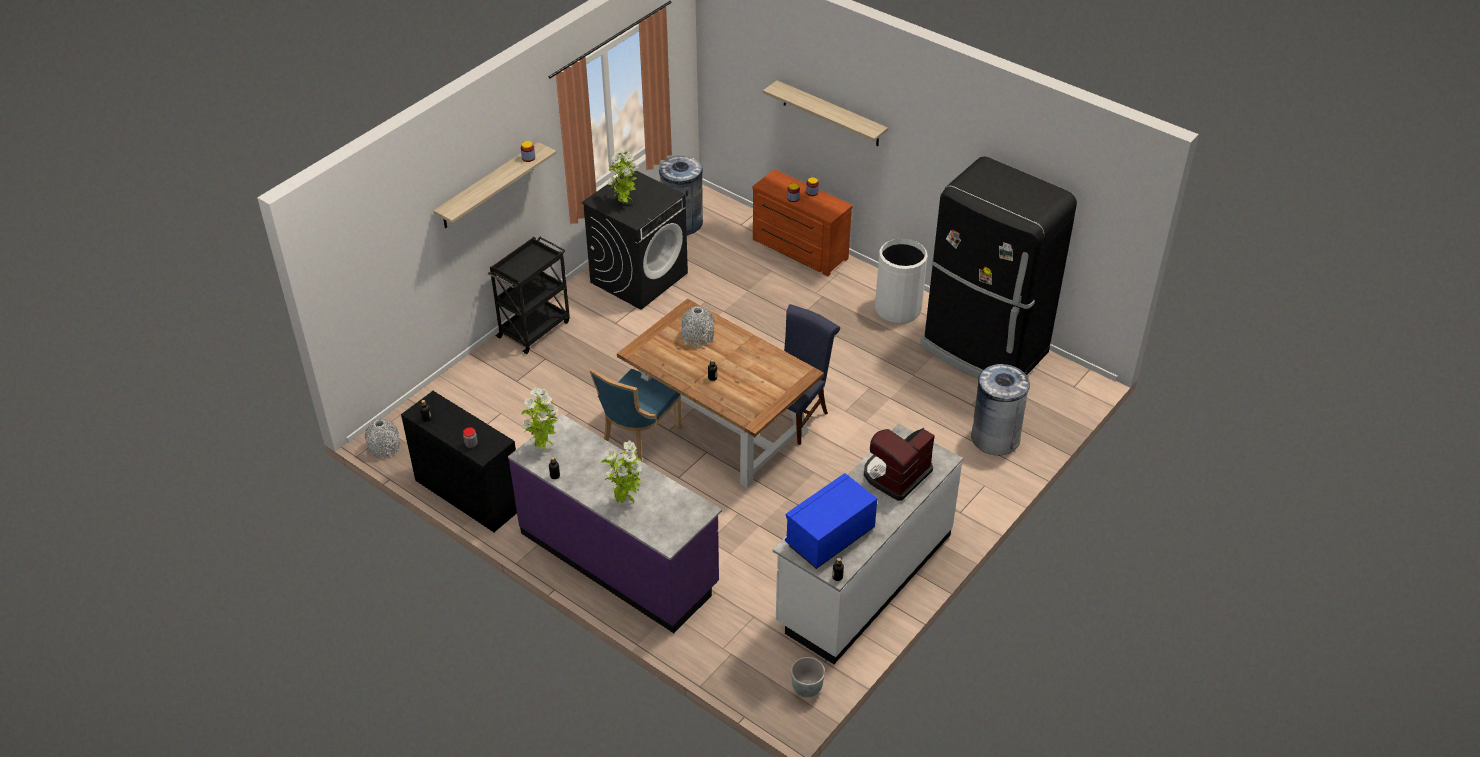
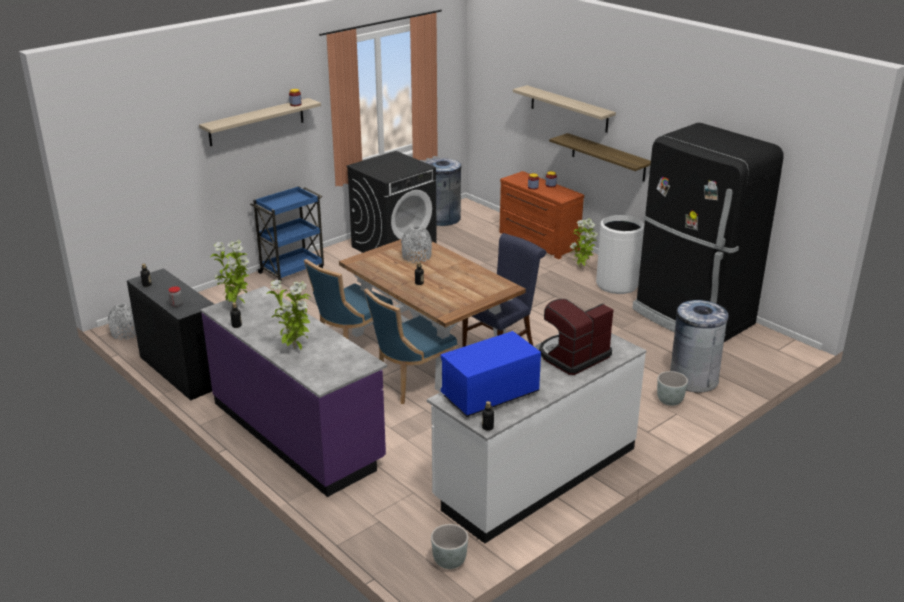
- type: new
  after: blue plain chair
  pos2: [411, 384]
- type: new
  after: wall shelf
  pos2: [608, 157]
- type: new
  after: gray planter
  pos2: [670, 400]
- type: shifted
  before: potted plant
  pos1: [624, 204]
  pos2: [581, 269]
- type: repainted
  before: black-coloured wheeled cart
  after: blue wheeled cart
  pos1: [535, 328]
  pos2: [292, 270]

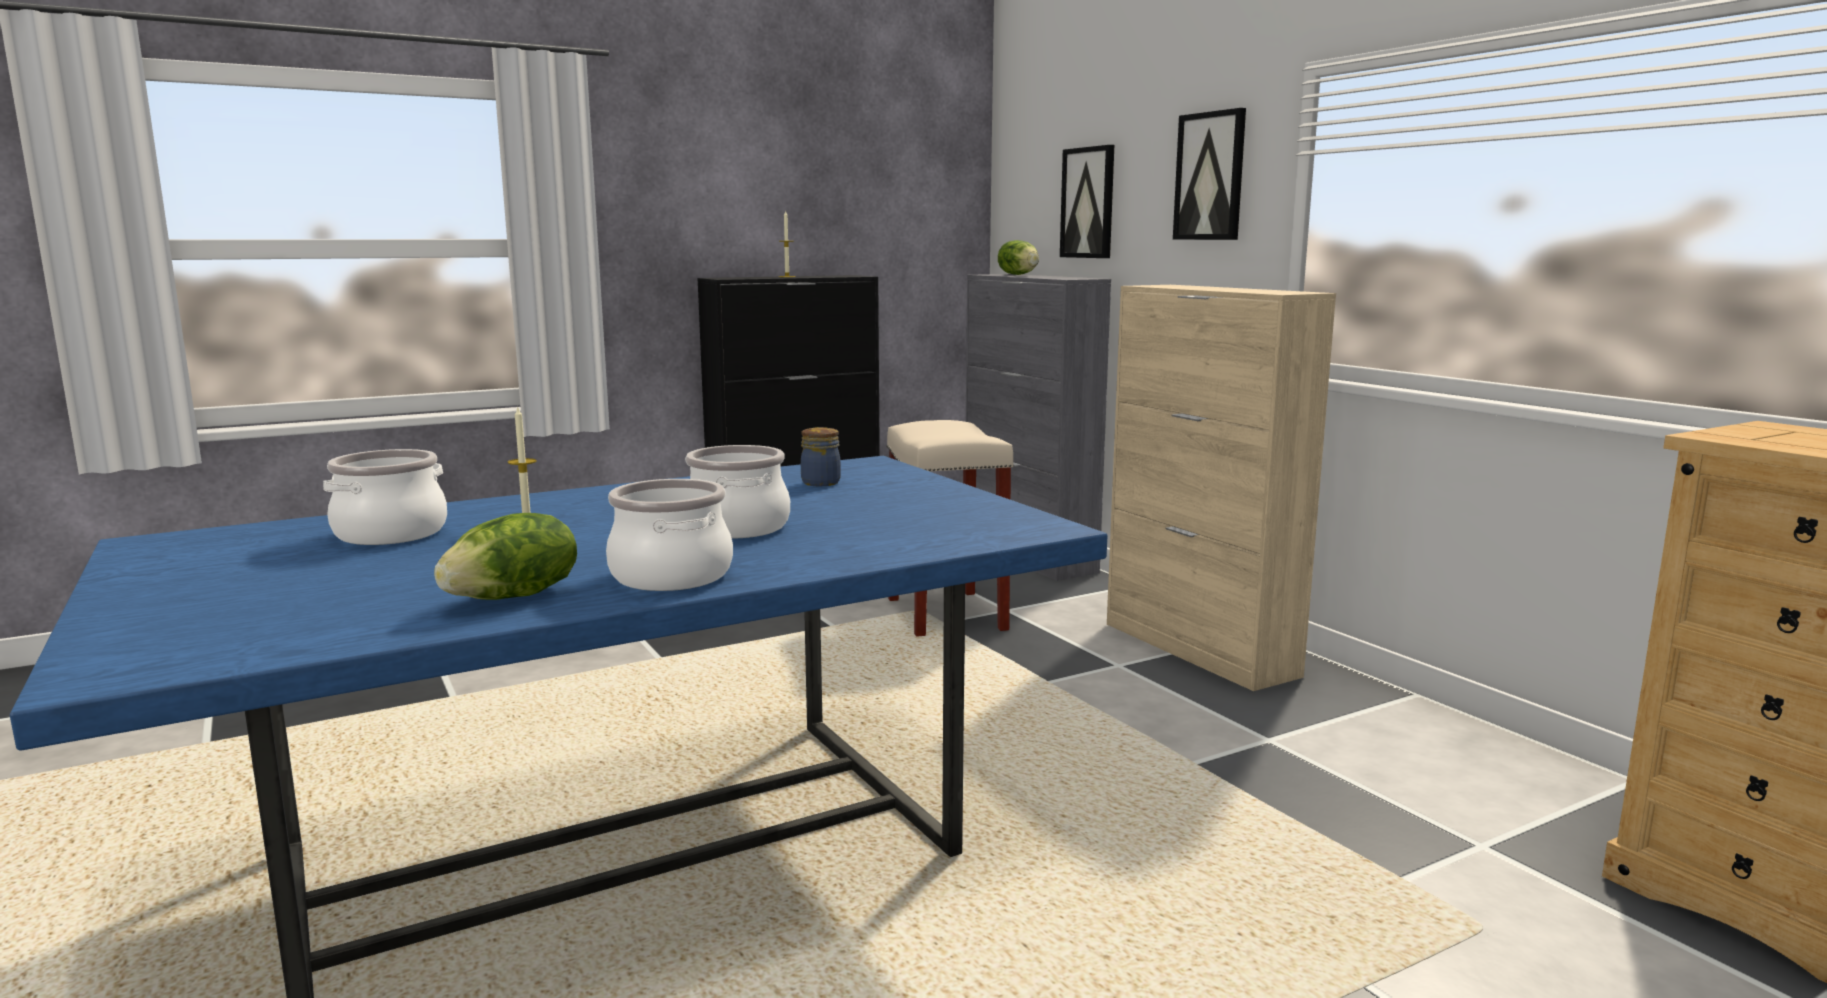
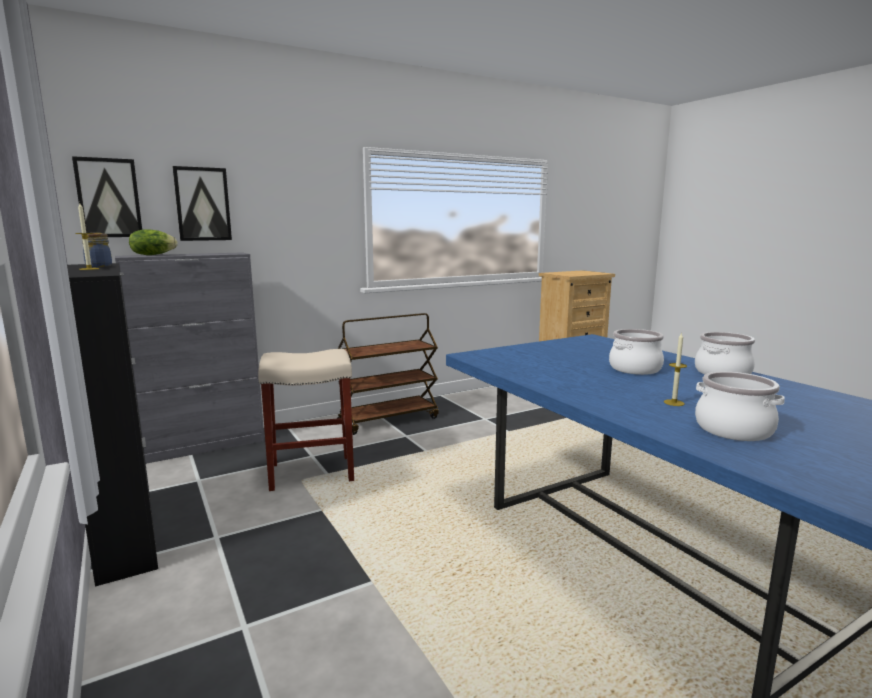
- type: gone
  before: head of lettuce
  pos1: [515, 597]
- type: shifted
  before: jar
  pos1: [821, 482]
  pos2: [98, 266]
- type: shifted
  before: wall art
  pos1: [1210, 176]
  pos2: [109, 198]
- type: swapped
  before: beige-coloured cabinet
  after: brownish wheeled cart
  pos1: [1199, 649]
  pos2: [389, 419]

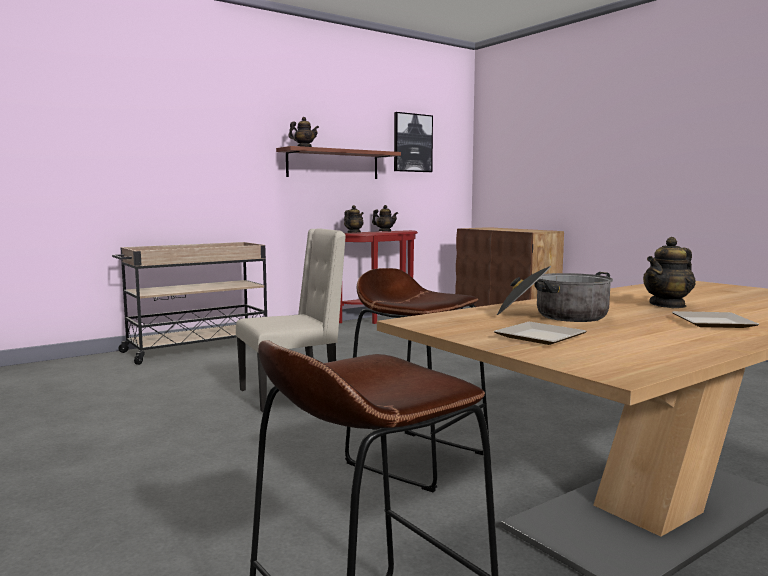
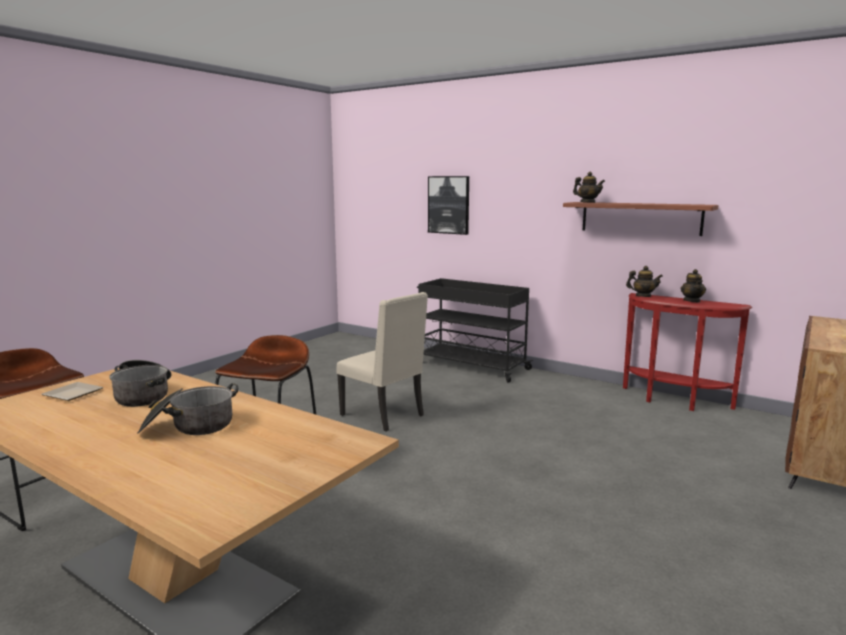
- type: gone
  before: flat dish
  pos1: [715, 324]
- type: shifted
  before: wall art
  pos1: [412, 143]
  pos2: [449, 205]
- type: swapped
  before: pot for tea
  after: saucepot
  pos1: [668, 305]
  pos2: [189, 427]
- type: repainted
  before: beige-coloured wheeled cart
  after: black-coloured wheeled cart
  pos1: [197, 348]
  pos2: [469, 366]

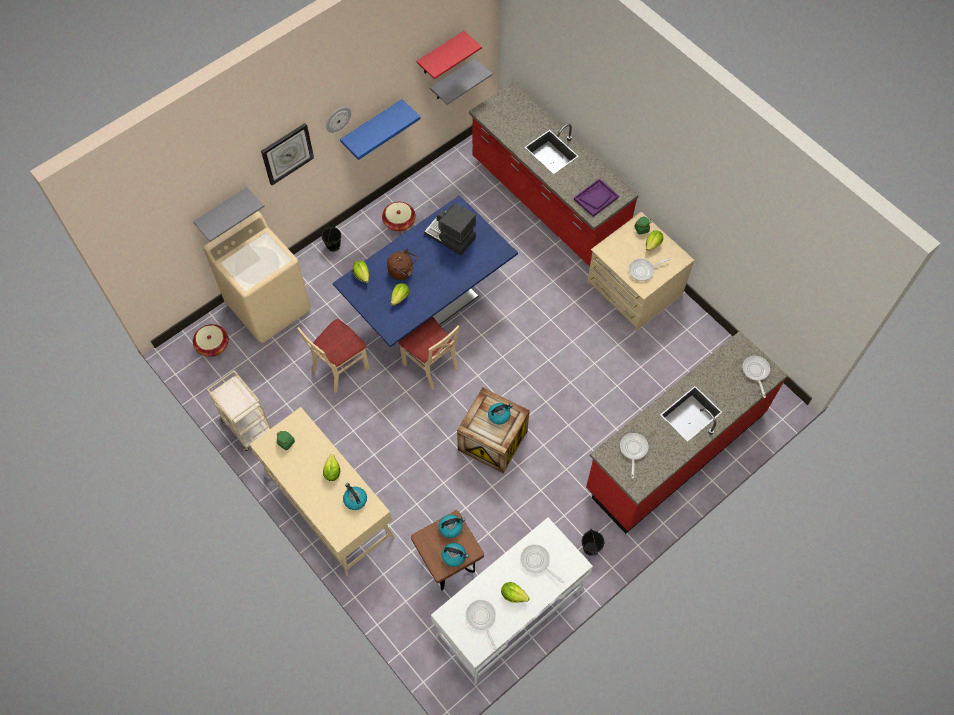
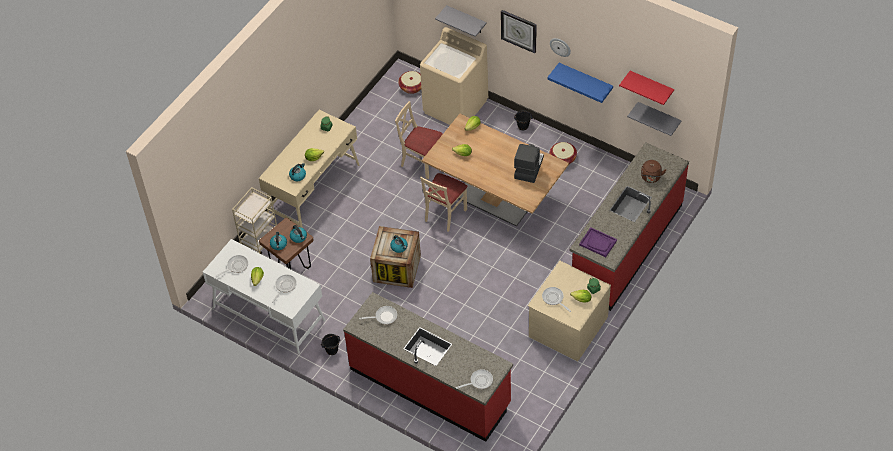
- type: shifted
  before: beige-coloured wheeled cart
  pos1: [248, 427]
  pos2: [260, 239]
- type: shifted
  before: brownish kettle
  pos1: [402, 271]
  pos2: [651, 178]
- type: repainted
  before: blue kitchen table
  after: brownish kitchen table
  pos1: [429, 305]
  pos2: [495, 198]

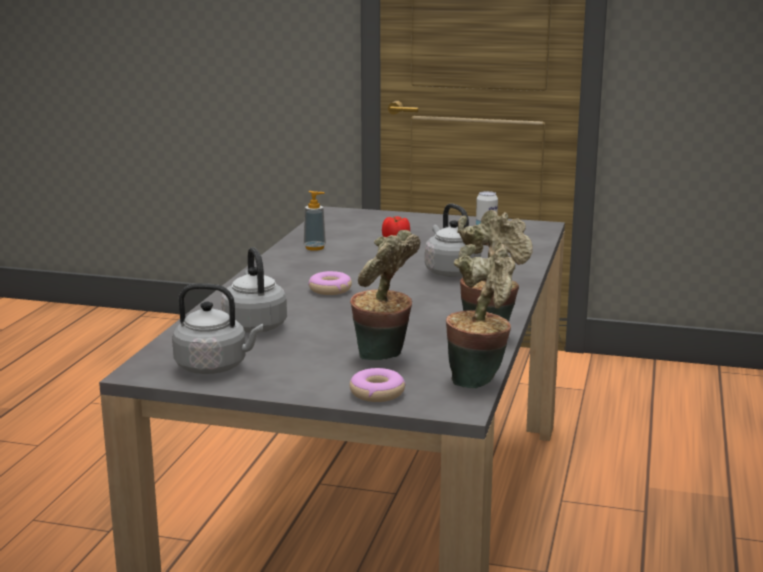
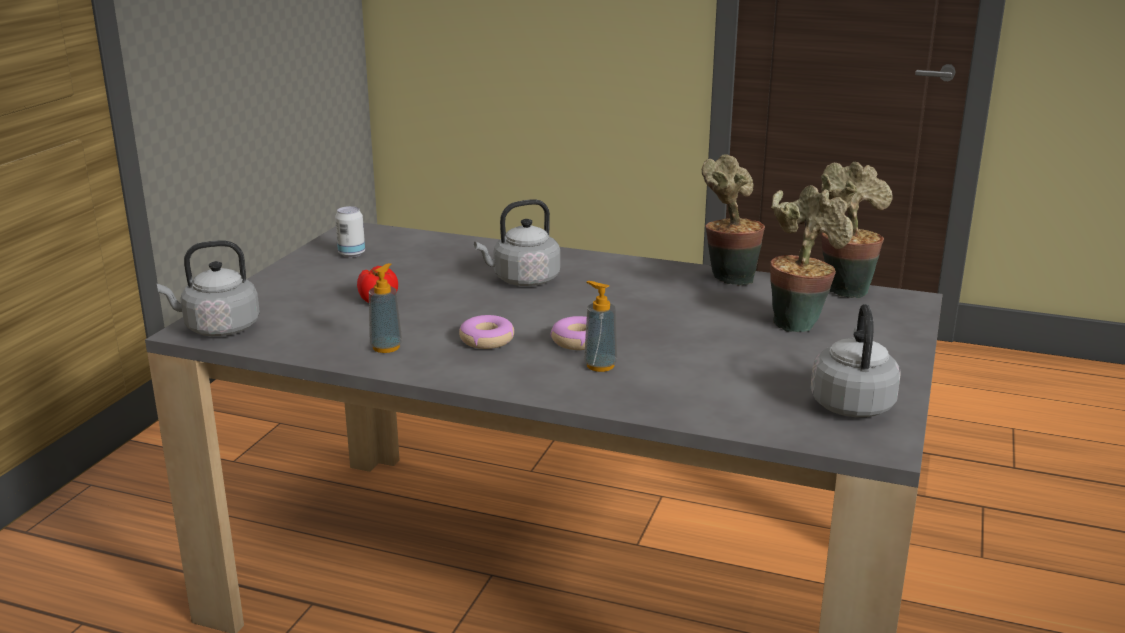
- type: new
  after: liquid soap bottle
  pos2: [600, 365]
- type: shifted
  before: gray kettle
  pos1: [254, 325]
  pos2: [218, 328]
- type: shifted
  before: doughnut
  pos1: [377, 393]
  pos2: [487, 340]

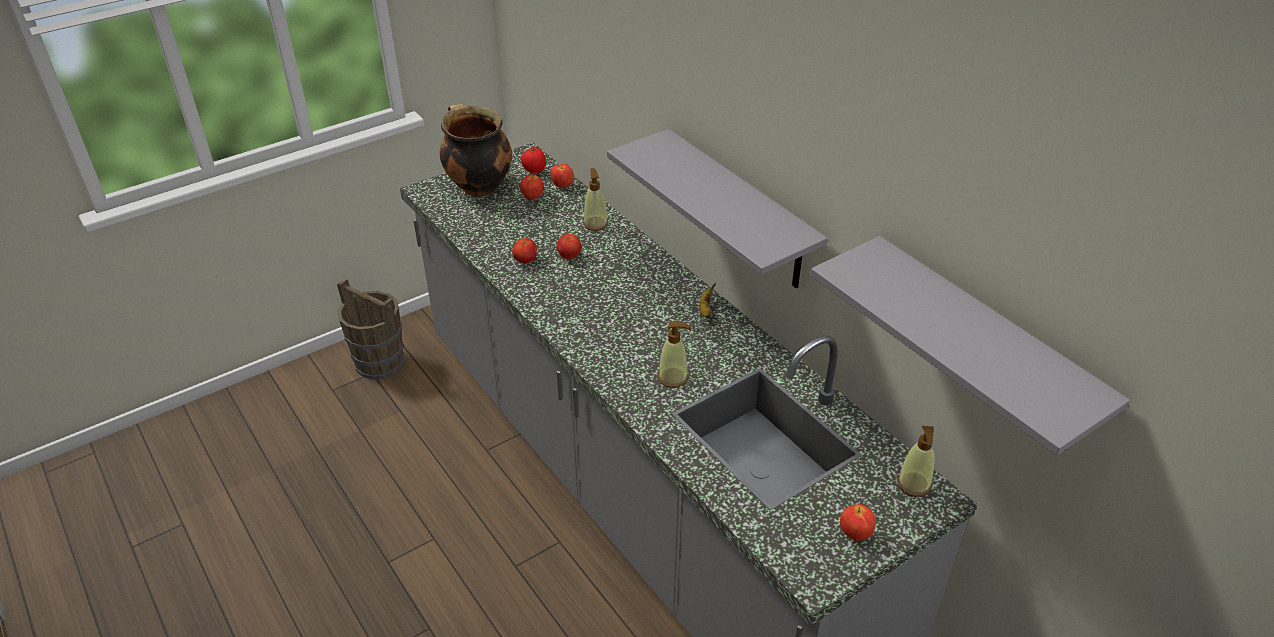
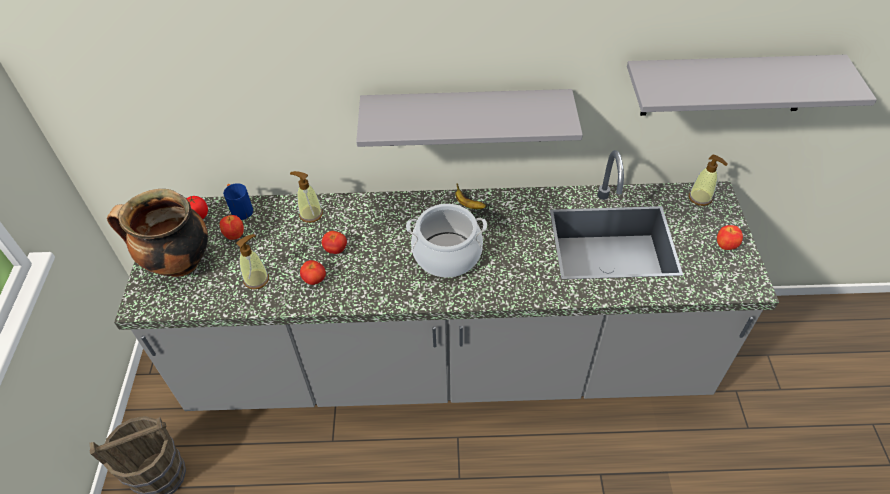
- type: new
  after: saucepot
  pos2: [447, 255]
- type: shifted
  before: liquid soap bottle
  pos1: [673, 378]
  pos2: [256, 279]
- type: swapped
  before: apple fruit
  after: blue mug
  pos1: [563, 186]
  pos2: [240, 209]

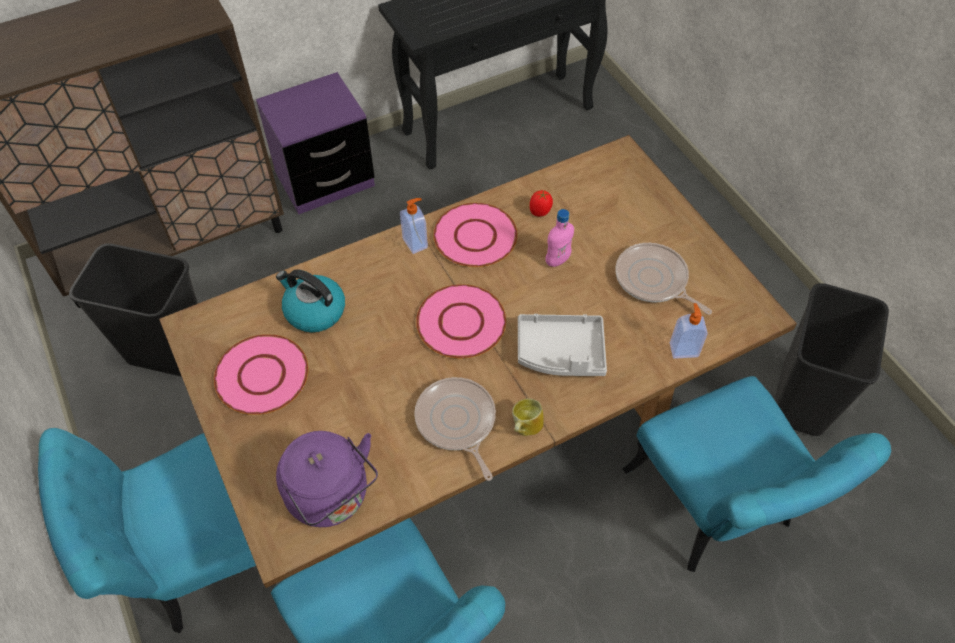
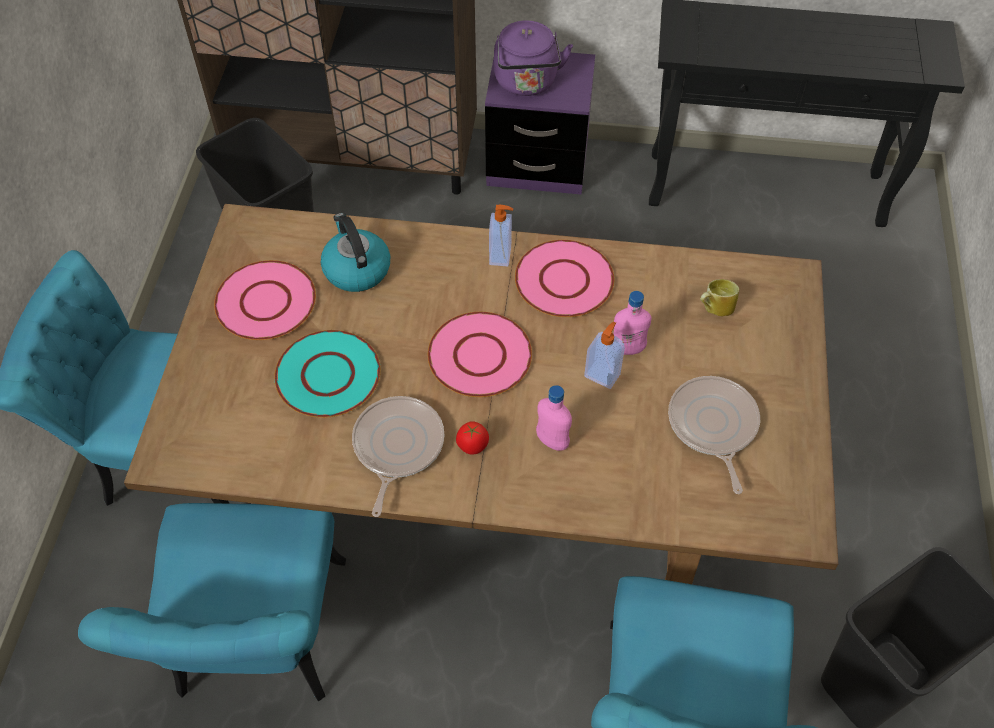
- type: new
  after: turquoise-coloured flat dish
  pos2: [328, 374]
- type: shifted
  before: purple kettle
  pos1: [332, 497]
  pos2: [527, 83]
- type: shifted
  before: mug
  pos1: [524, 428]
  pos2: [714, 309]
- type: shifted
  before: tomato
  pos1: [540, 212]
  pos2: [472, 447]
- type: shifted
  before: liquid soap bottle
  pos1: [683, 349]
  pos2: [602, 375]
- type: swapped
  before: gray tray
  after: pink-coloured bottle
  pos1: [561, 352]
  pos2: [552, 441]

